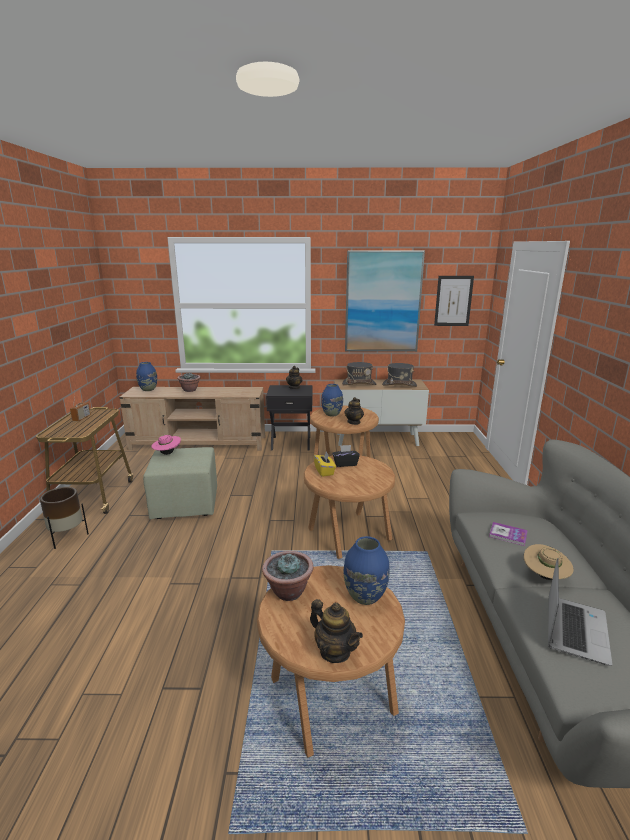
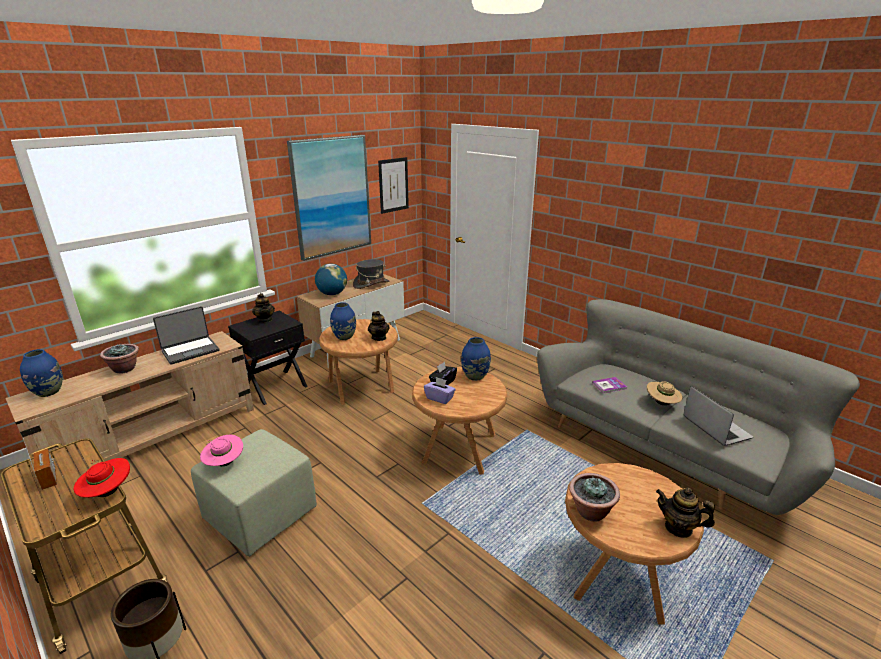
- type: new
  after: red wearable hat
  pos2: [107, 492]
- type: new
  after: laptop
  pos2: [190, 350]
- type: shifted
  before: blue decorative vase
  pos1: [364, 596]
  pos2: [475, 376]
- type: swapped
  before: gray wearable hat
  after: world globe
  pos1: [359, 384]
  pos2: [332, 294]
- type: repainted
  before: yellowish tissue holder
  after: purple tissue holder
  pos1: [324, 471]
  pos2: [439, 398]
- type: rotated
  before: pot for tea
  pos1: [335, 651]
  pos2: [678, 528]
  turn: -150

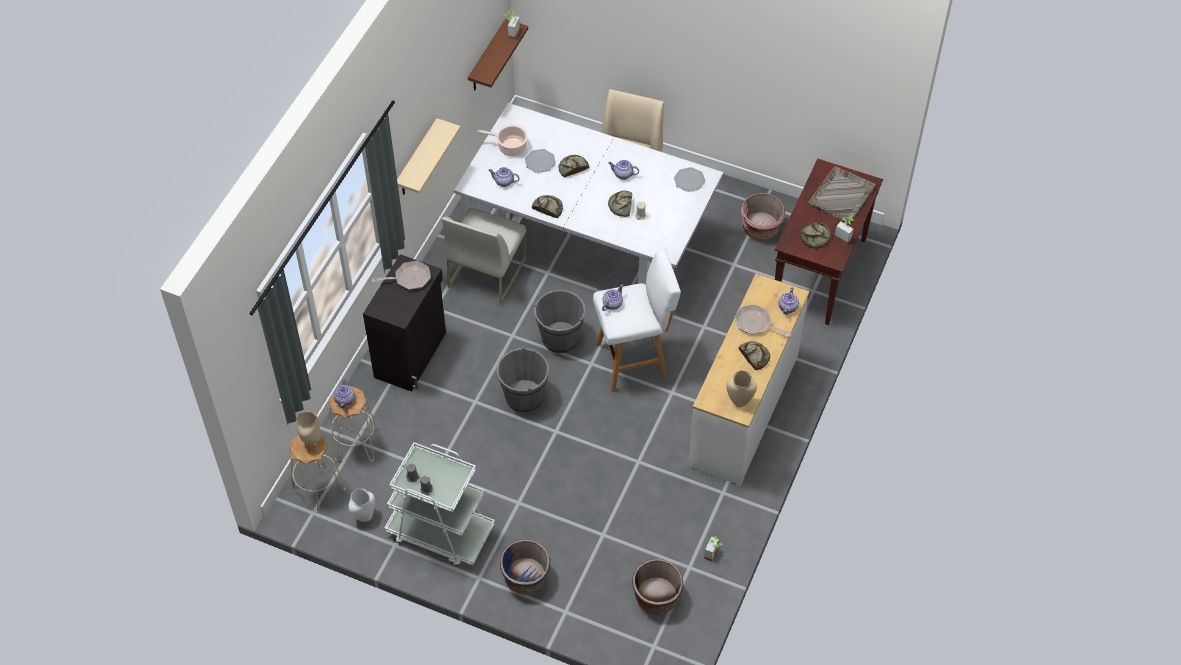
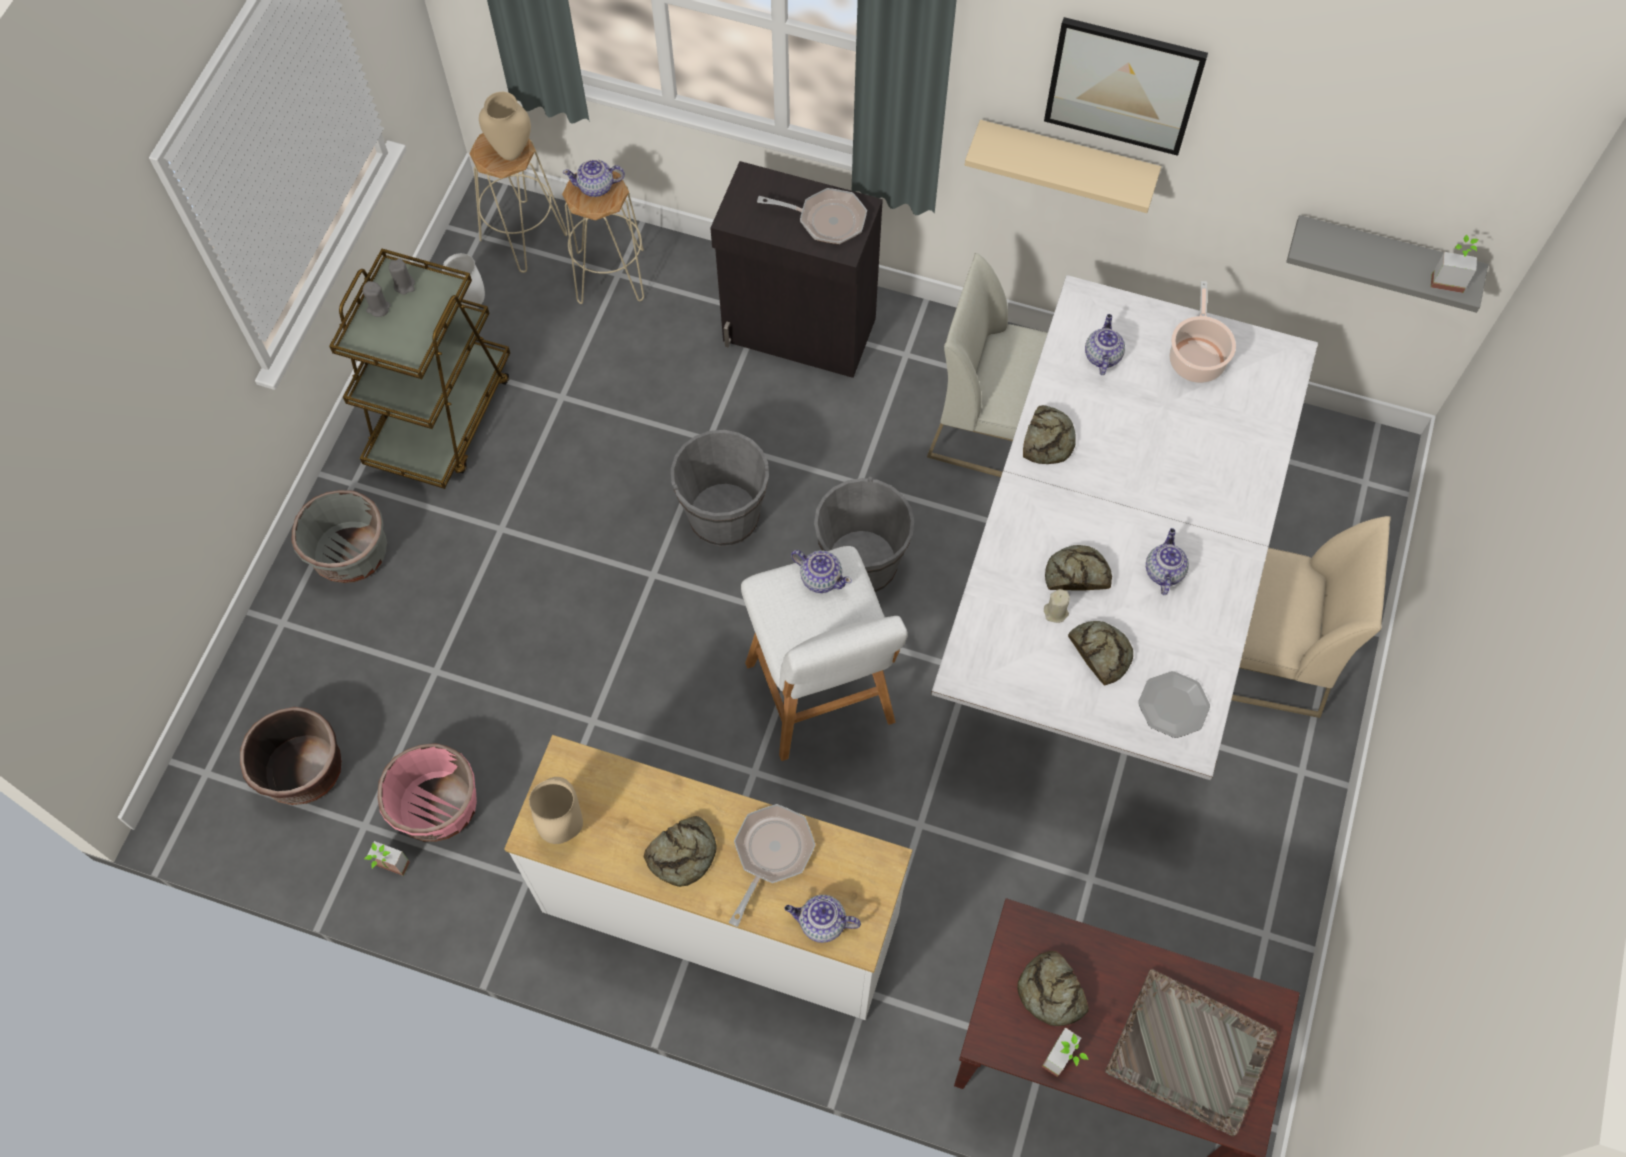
- type: gone
  before: flat dish
  pos1: [540, 161]
- type: new
  after: wall art
  pos2: [1123, 85]
- type: shifted
  before: bread
  pos1: [572, 167]
  pos2: [1100, 652]
- type: shifted
  before: pink-coloured planter
  pos1: [760, 228]
  pos2: [438, 807]
- type: repainted
  before: white-coloured wheeled cart
  after: brownish wheeled cart
  pos1: [440, 532]
  pos2: [441, 416]
- type: repainted
  before: brownish wall shelf
  after: gray wall shelf
  pos1: [487, 58]
  pos2: [1383, 258]
- type: repainted
  before: blue planter
  after: gray planter
  pos1: [525, 577]
  pos2: [351, 554]
- type: rotated
  before: frying pan
  pos1: [409, 278]
  pos2: [826, 220]
  turn: -60

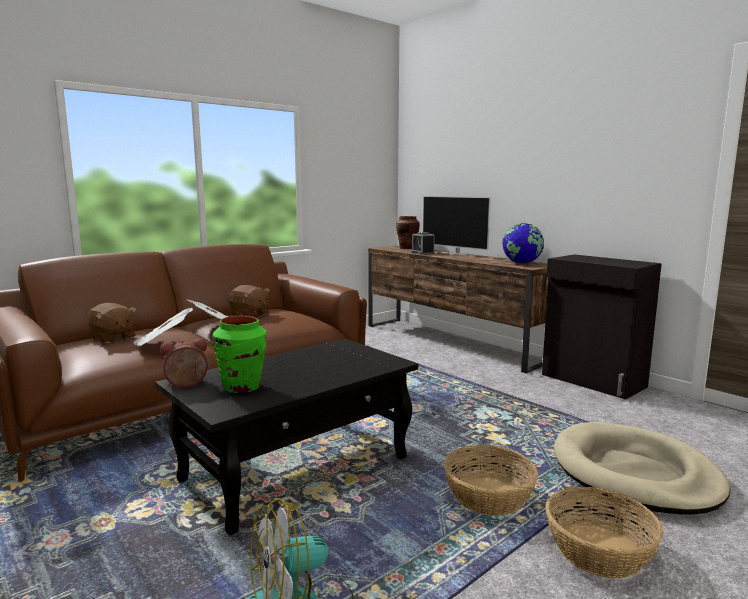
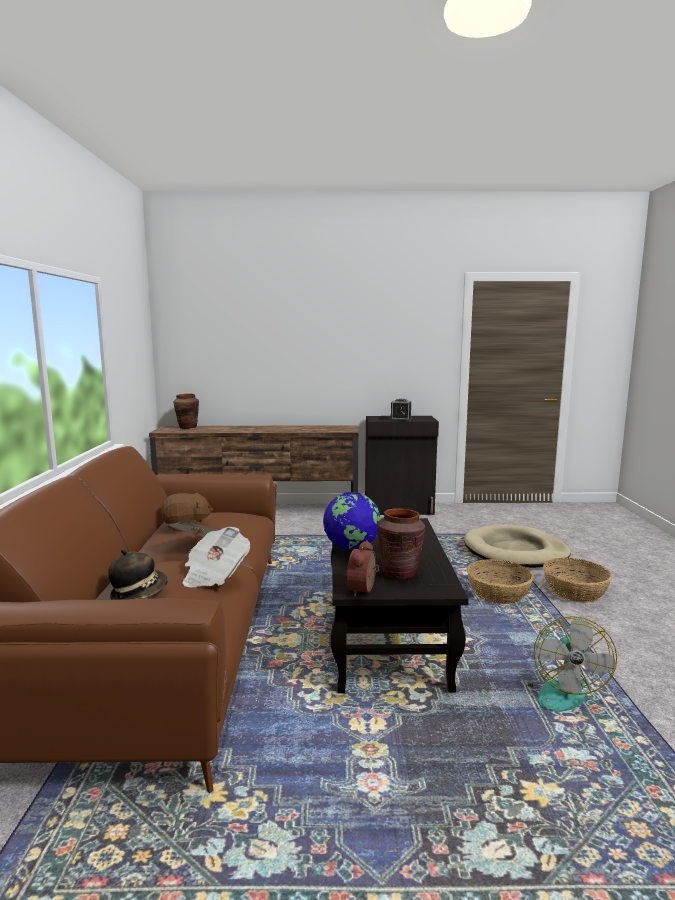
- type: gone
  before: TV
  pos1: [455, 253]
- type: shifted
  before: bedside clock
  pos1: [423, 253]
  pos2: [400, 419]
- type: shifted
  before: world globe
  pos1: [522, 263]
  pos2: [352, 548]
- type: swapped
  before: brownish plush toy
  after: wearable hat
  pos1: [113, 338]
  pos2: [139, 593]
- type: repainted
  before: greenish decorative vase
  after: brownish decorative vase
  pos1: [242, 387]
  pos2: [399, 573]

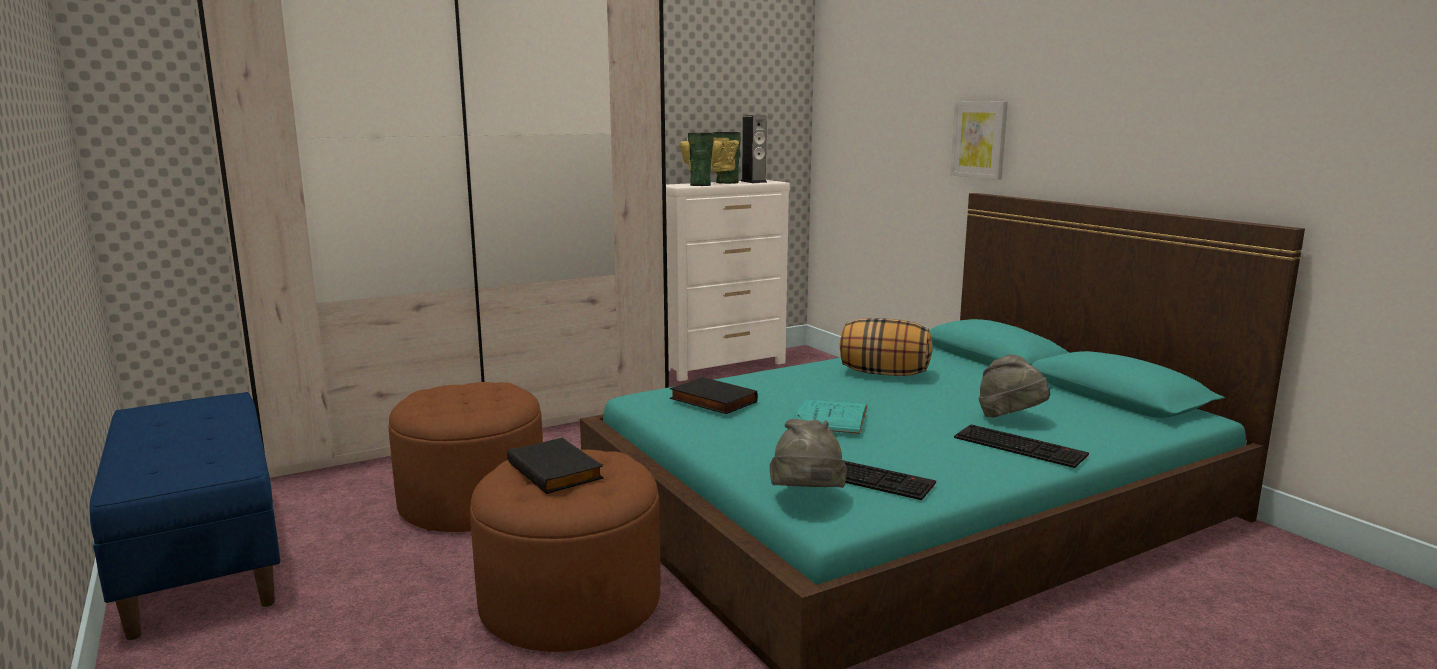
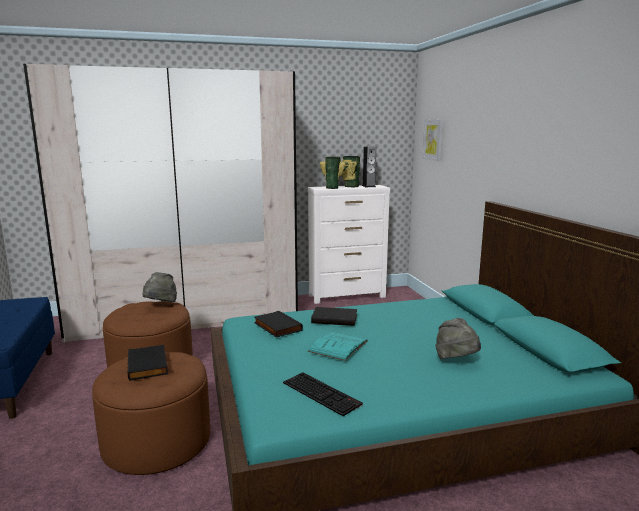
- type: gone
  before: throw pillow
  pos1: [883, 374]
- type: gone
  before: PC keyboard
  pos1: [1021, 446]
- type: new
  after: black-coloured book
  pos2: [335, 318]
- type: shifted
  before: gray wearable hat
  pos1: [807, 499]
  pos2: [161, 305]
- type: shifted
  before: wall art
  pos1: [979, 139]
  pos2: [433, 139]

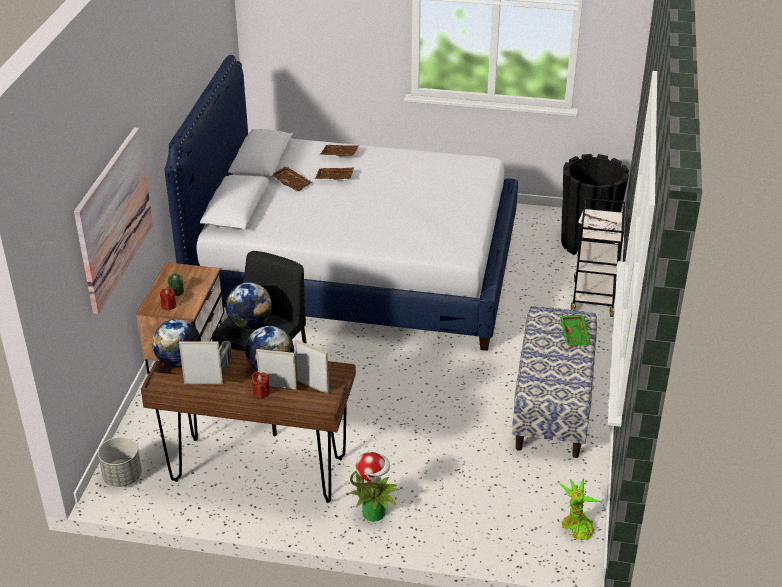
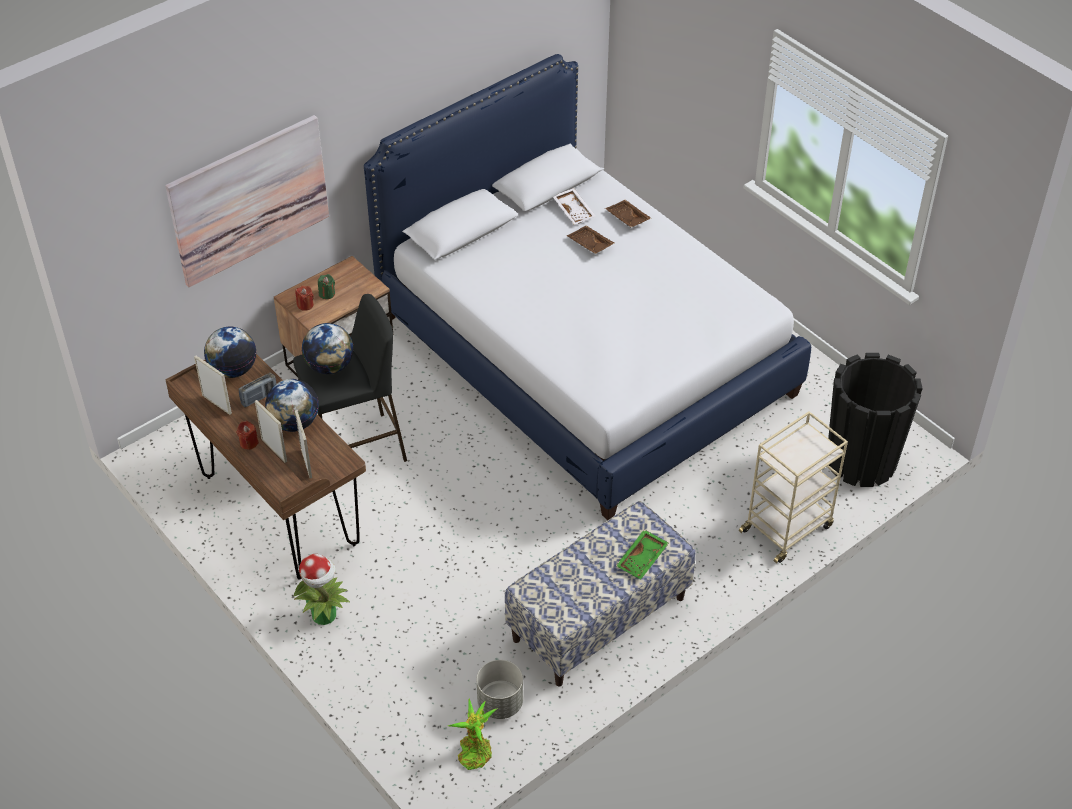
- type: gone
  before: brownish tray
  pos1: [292, 183]
- type: shifted
  before: gray planter
  pos1: [122, 477]
  pos2: [500, 703]
- type: shifted
  before: white-coloured tray
  pos1: [598, 226]
  pos2: [574, 211]
- type: repainted
  before: black-coloured wheeled cart
  after: beige-coloured wheeled cart
  pos1: [593, 297]
  pos2: [787, 528]

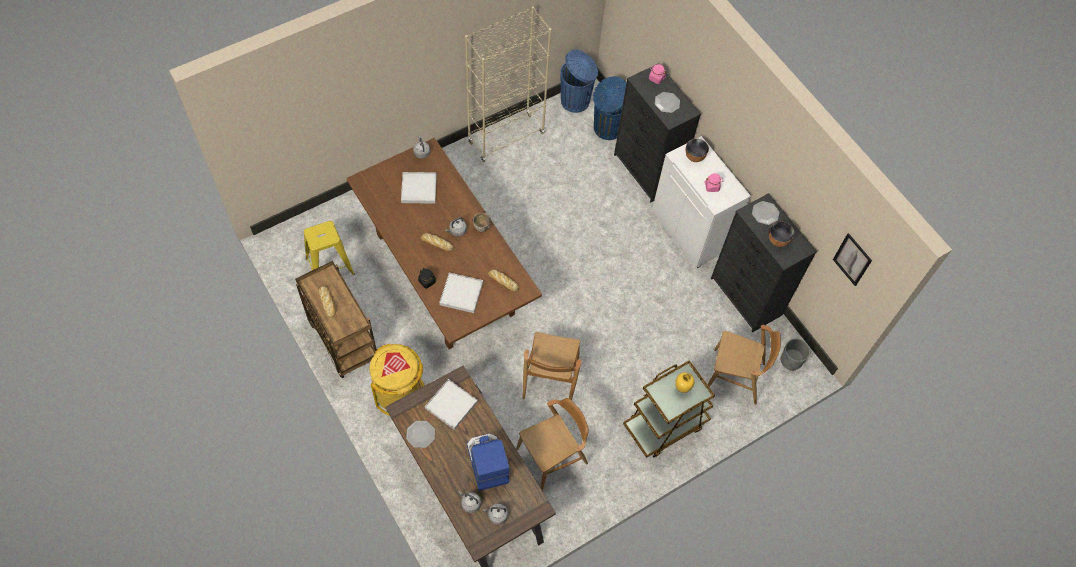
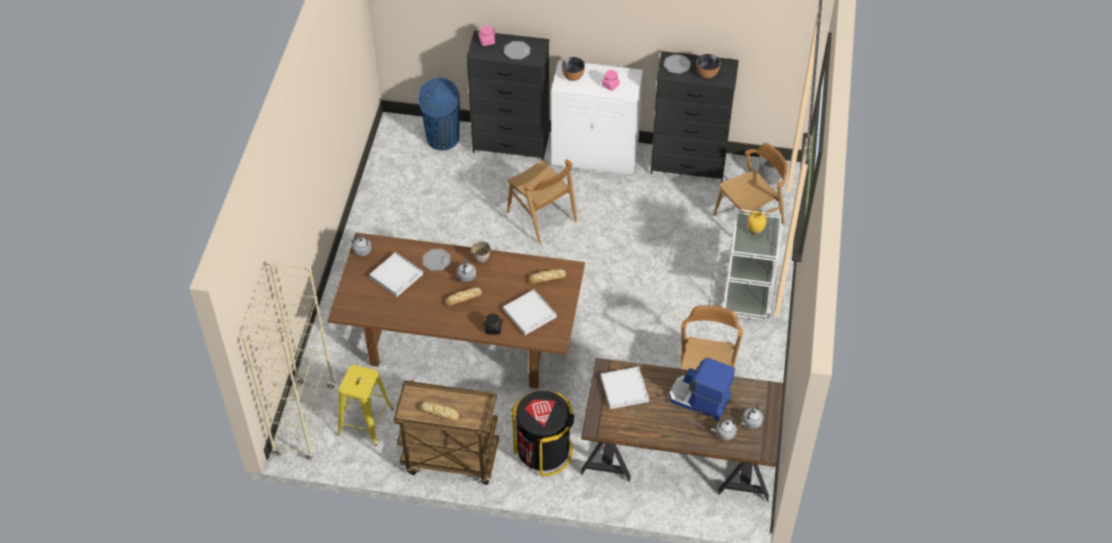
- type: gone
  before: blue trash can
  pos1: [576, 101]
- type: gone
  before: wall art
  pos1: [852, 259]
- type: shifted
  before: flat dish
  pos1: [420, 434]
  pos2: [436, 260]
- type: shifted
  before: beige-coloured shelving unit
  pos1: [506, 138]
  pos2: [304, 420]
- type: shifted
  before: brownish plain chair
  pos1: [550, 379]
  pos2: [542, 217]
- type: repainted
  before: yellowish trash can
  after: black-coloured trash can
  pos1: [399, 392]
  pos2: [544, 451]
- type: repainted
  before: brownish wheeled cart
  after: white-coloured wheeled cart
  pos1: [665, 425]
  pos2: [747, 292]

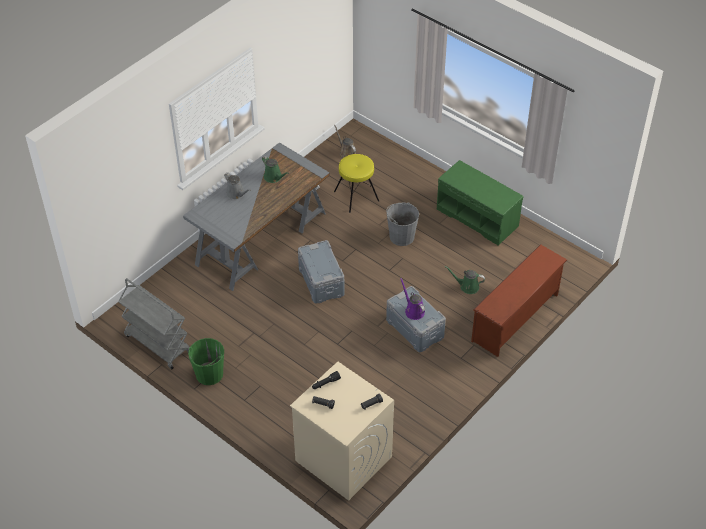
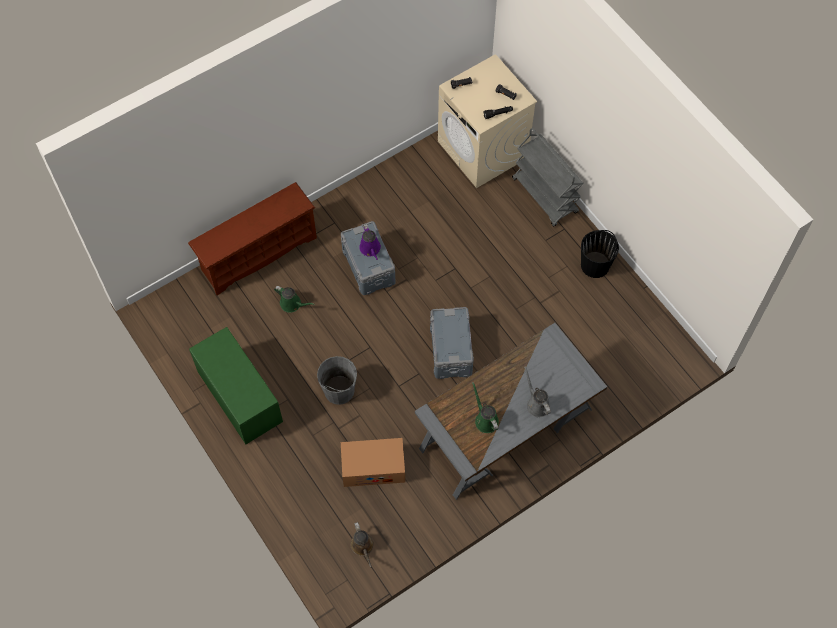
- type: shifted
  before: gray wheeled cart
  pos1: [157, 344]
  pos2: [545, 196]
- type: swapped
  before: yellowish sitting stool
  after: packing box
  pos1: [356, 196]
  pos2: [373, 467]
- type: repainted
  before: greenish bucket
  after: black-coloured bucket
  pos1: [209, 374]
  pos2: [595, 265]

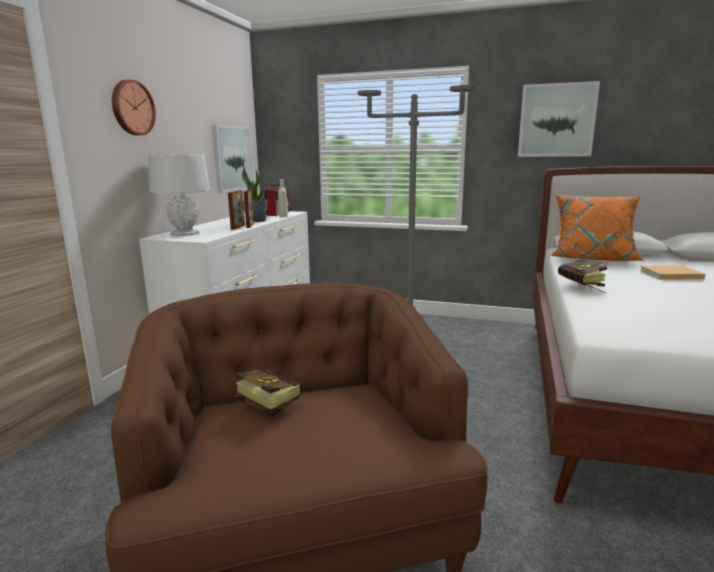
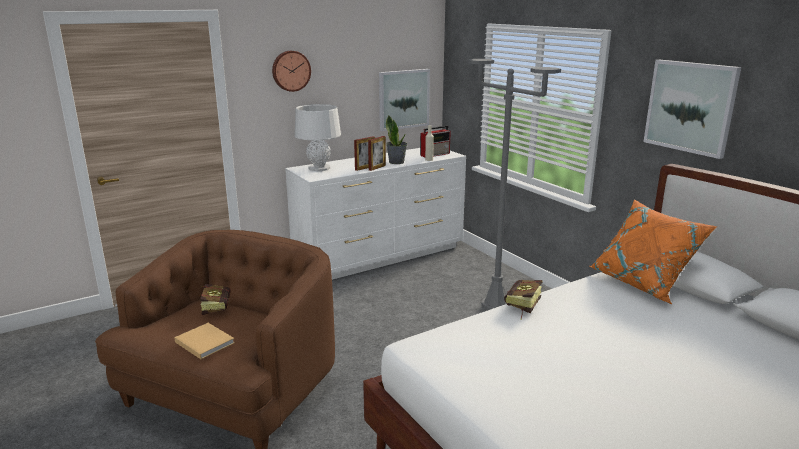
- type: shifted
  before: beige-coloured book
  pos1: [669, 274]
  pos2: [204, 342]

